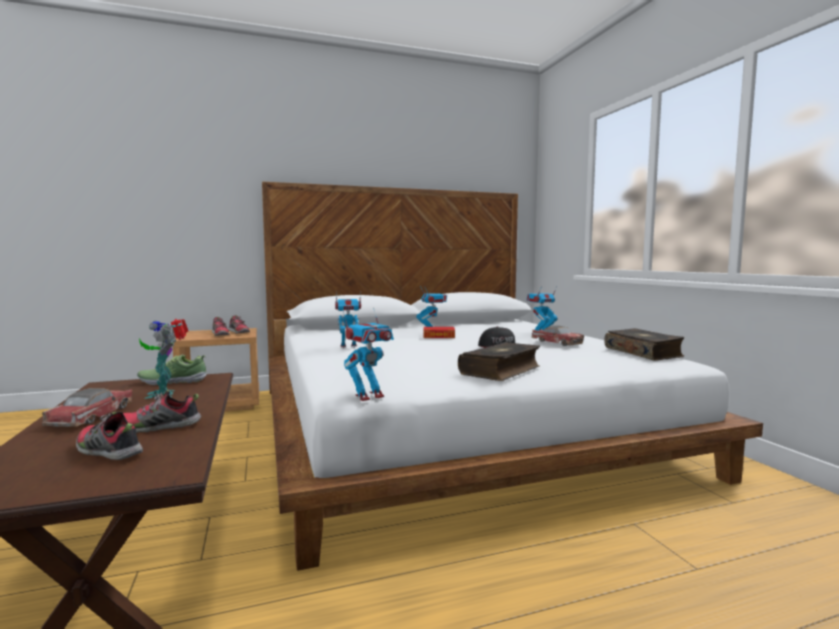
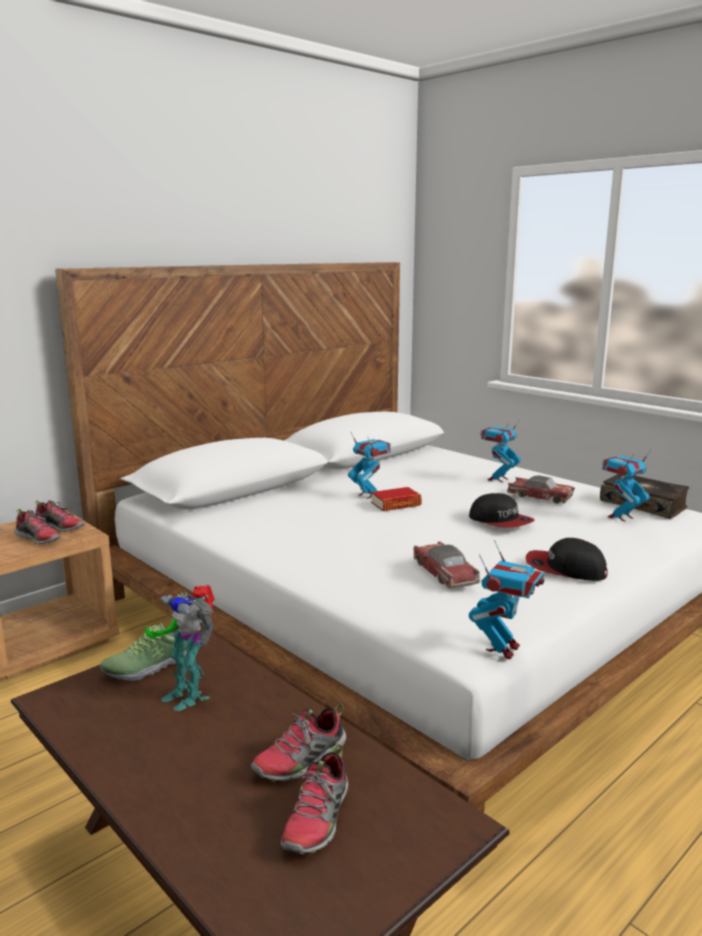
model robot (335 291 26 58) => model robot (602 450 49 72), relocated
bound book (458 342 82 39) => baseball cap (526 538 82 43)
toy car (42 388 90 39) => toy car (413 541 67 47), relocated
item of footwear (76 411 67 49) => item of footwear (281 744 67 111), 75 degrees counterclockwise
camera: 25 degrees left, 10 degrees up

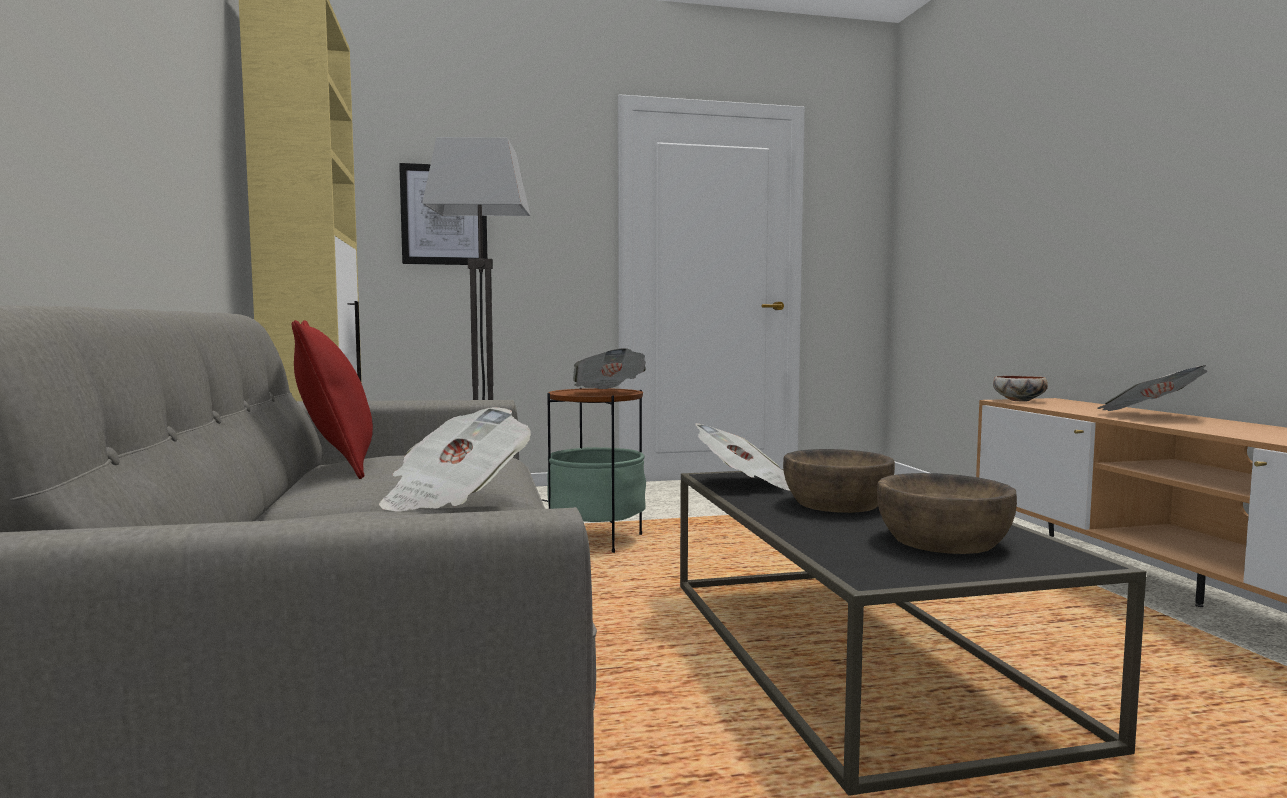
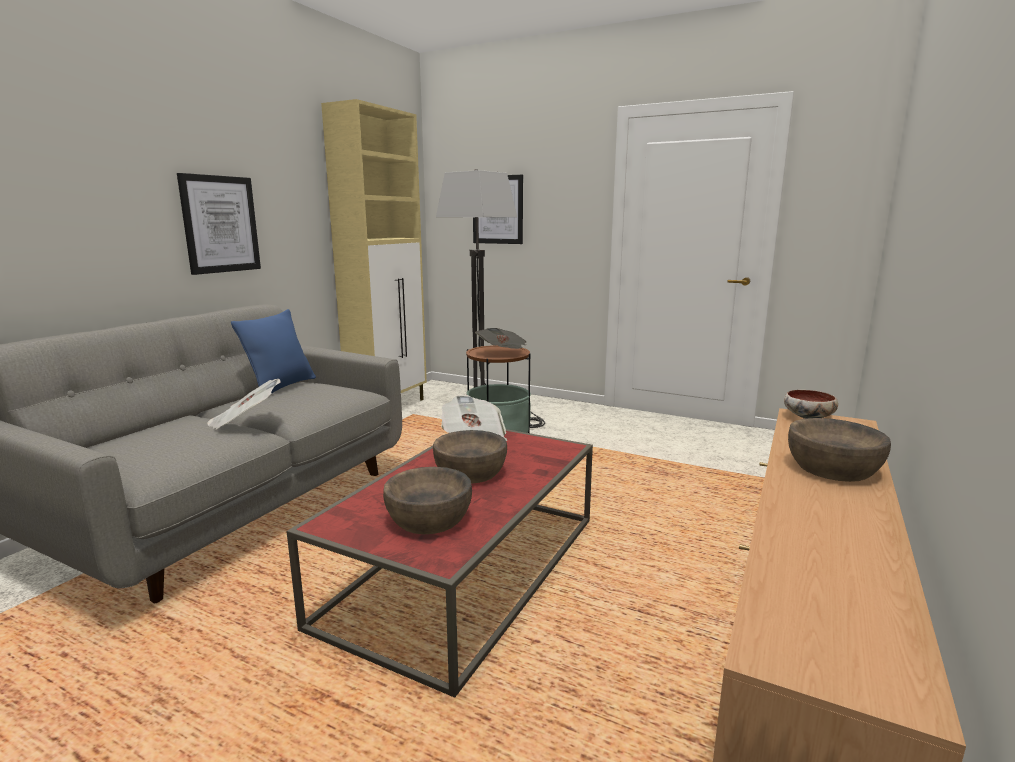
cushion/reddish (292 320 81 159) => cushion/bluish (231 309 85 85)
newspaper (1098 365 109 46) => bowl/brown-coloured (788 418 103 64)
coffee table/blackish (680 469 467 327) => coffee table/reddish (287 429 306 269)
nothing => wall art (177 173 84 102)
camera: 40 degrees right, 10 degrees up

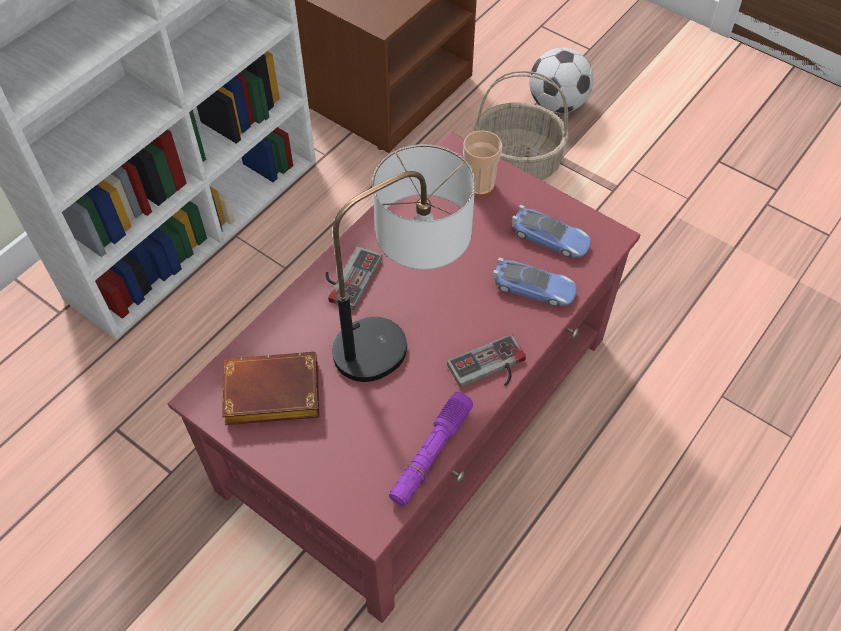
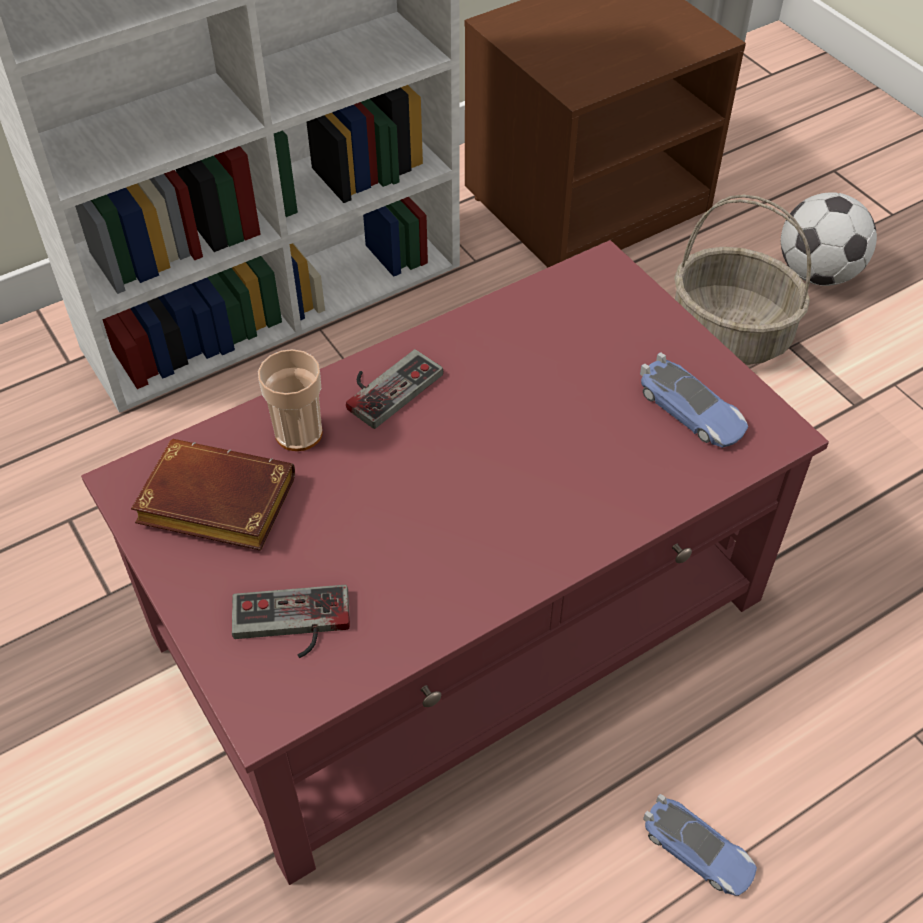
small cup (463 130 39 66) => small cup (258 349 65 102), relocated
table lamp (332 144 143 238) => nothing
toy car (493 258 83 48) => toy car (643 794 114 102), relocated
game controller (447 334 79 53) => game controller (232 585 118 73), relocated
flashlight/purple-coloured (389 392 84 114) => nothing
camera: 20 degrees right, 5 degrees down

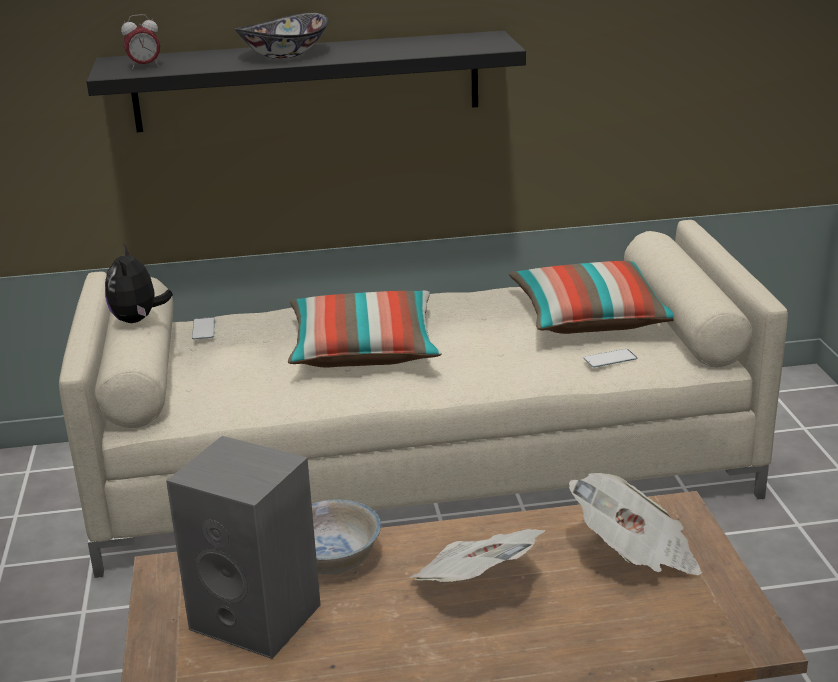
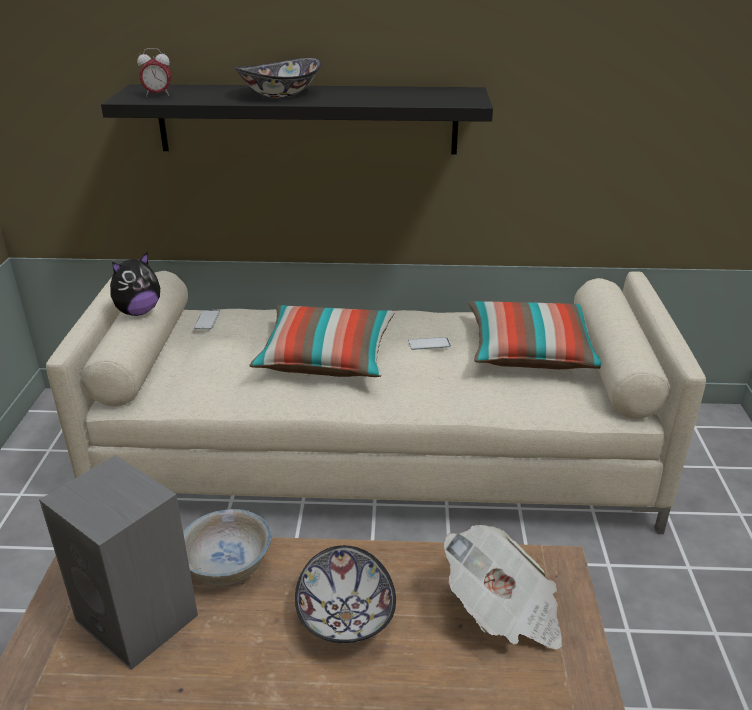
soft toy (105 245 68 78) => soft toy (110 252 50 64), 135 degrees counterclockwise
handset (583 349 54 18) => handset (408 337 43 13), relocated
newspaper (409 529 136 53) => bowl (295 545 101 99)
camera: 10 degrees right, 5 degrees up

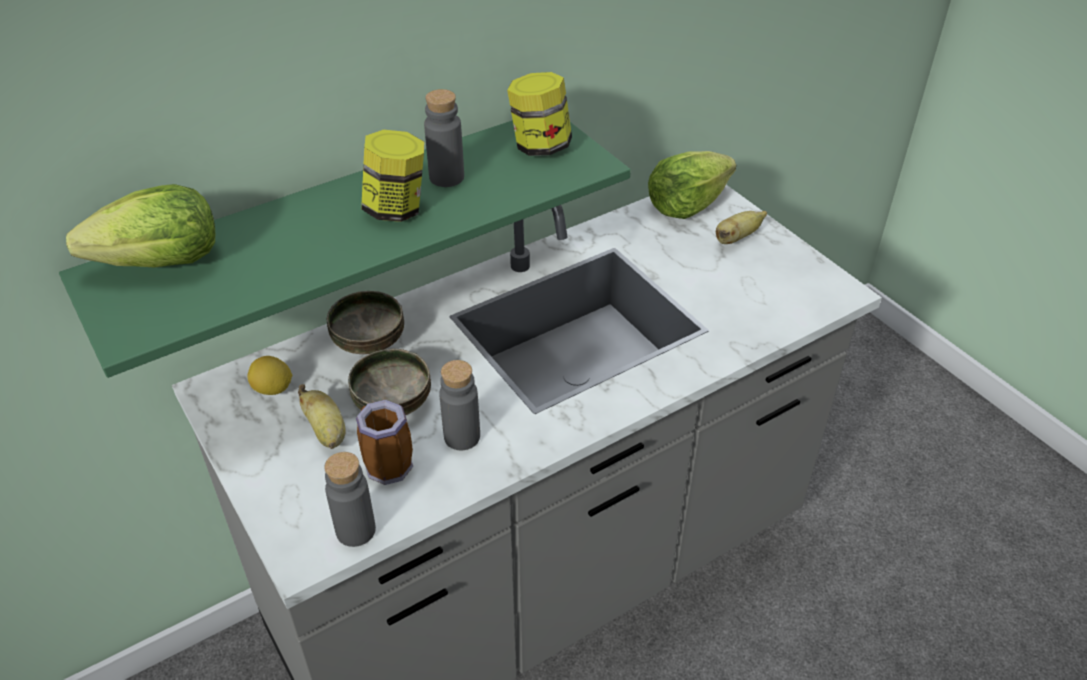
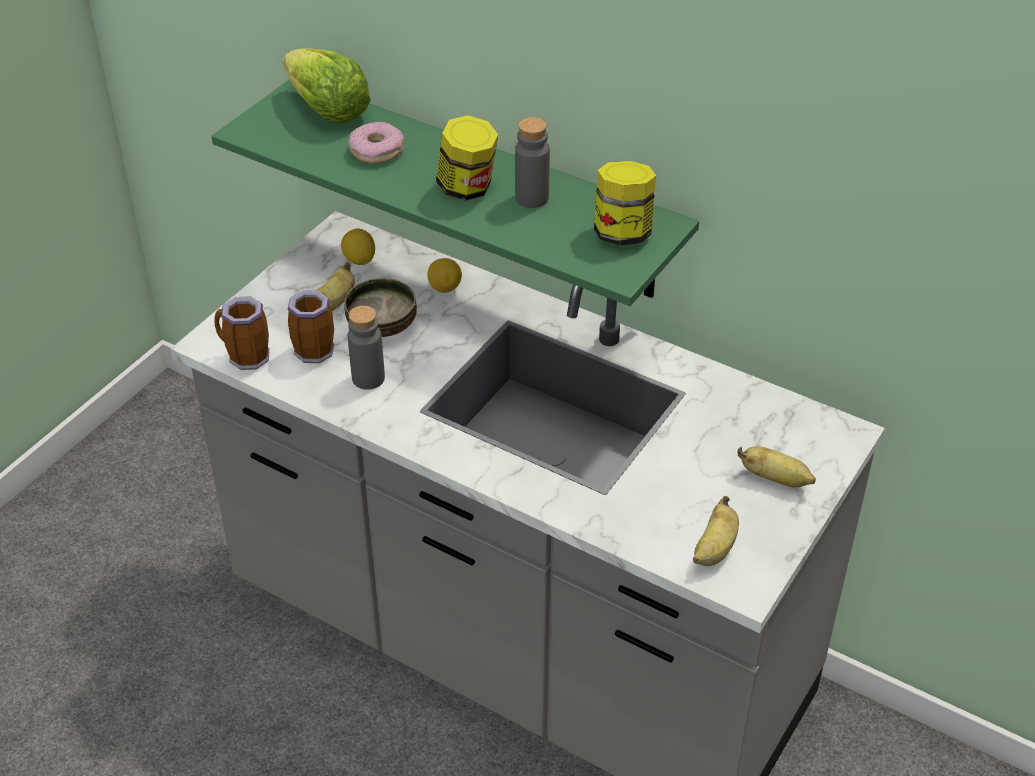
lettuce (648 151 88 68) => nothing
bowl (327 291 77 63) => whole lemon (427 258 35 35)
beverage bottle/greyish (324 452 52 95) => coffee mug (214 296 56 74)
nothing => ring doughnut (348 122 56 42)
nothing => banana fruit (693 496 46 70)
camera: 65 degrees right, 0 degrees up

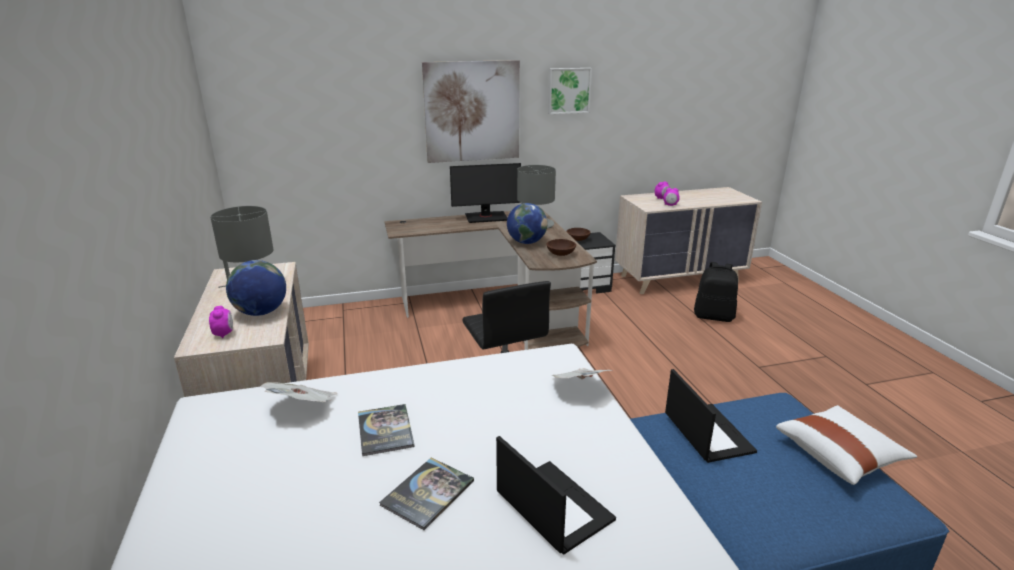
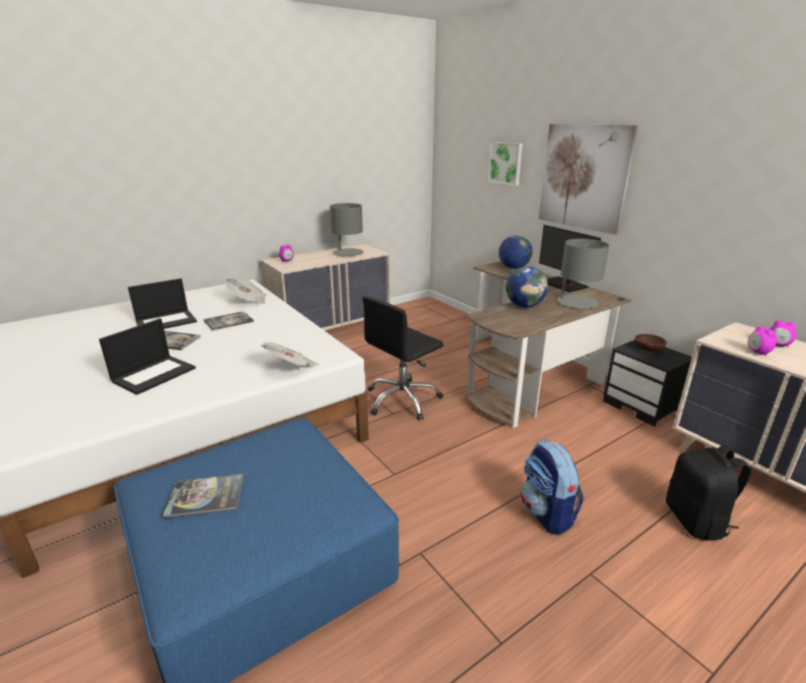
wall art (548 68 44 46) => wall art (488 142 35 44), relocated
bowl/brown-coloured (546 239 30 17) => nothing
globe (226 260 60 56) => globe (499 235 33 34), relocated
notebook computer (665 369 92 94) => notebook computer (128 278 69 51), relocated
cushion/whitish (776 405 141 80) => nothing
nothing => backpack (521 439 63 96)
nothing => bound book (163 474 81 44)
camera: 70 degrees right, 0 degrees up

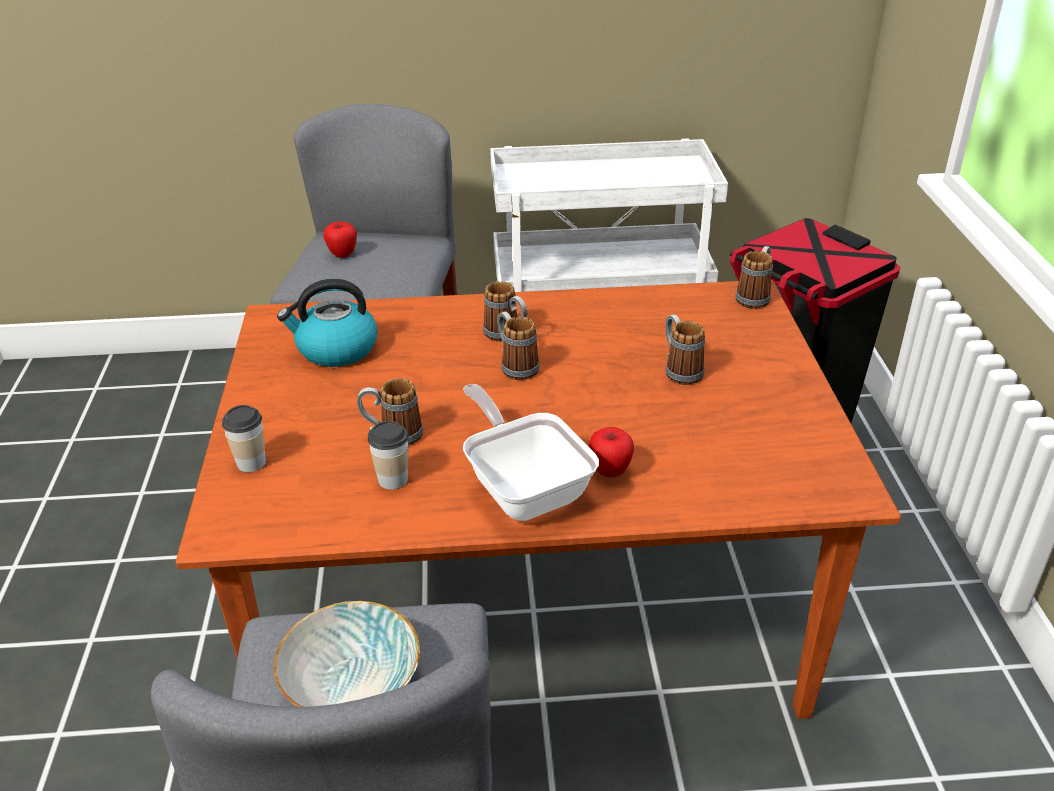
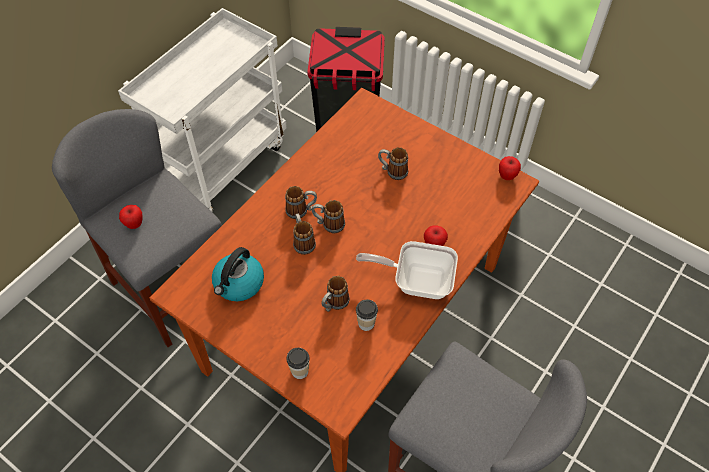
coffee mug (735 246 38 63) => coffee mug (293 213 23 42), relocated
bowl (273 601 147 106) => nothing
nothing => whole apple (499 156 22 24)
camera: 50 degrees left, 20 degrees up

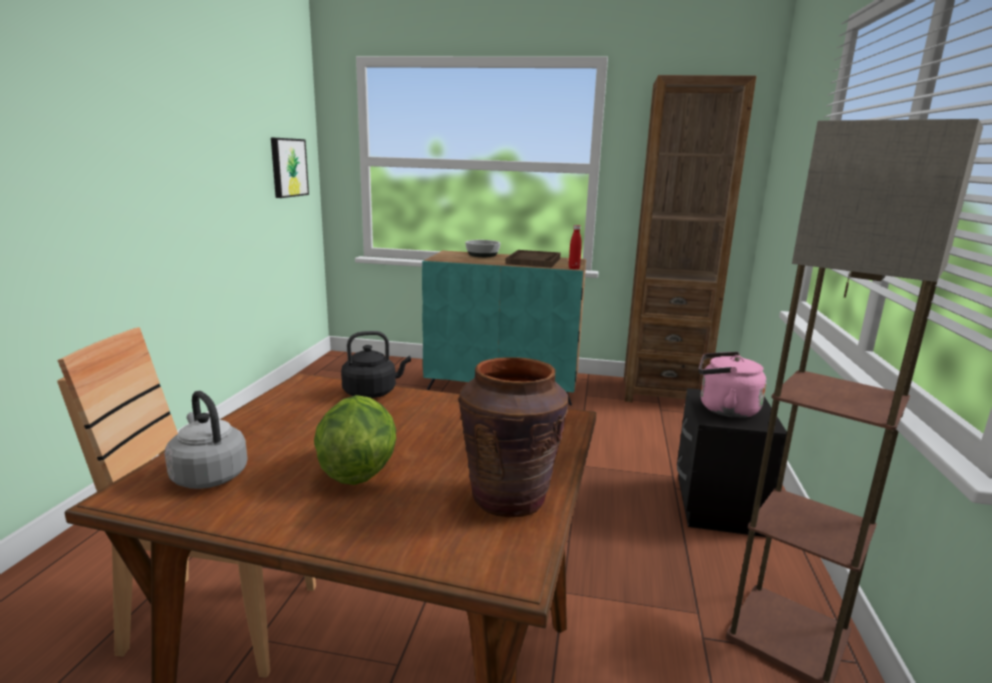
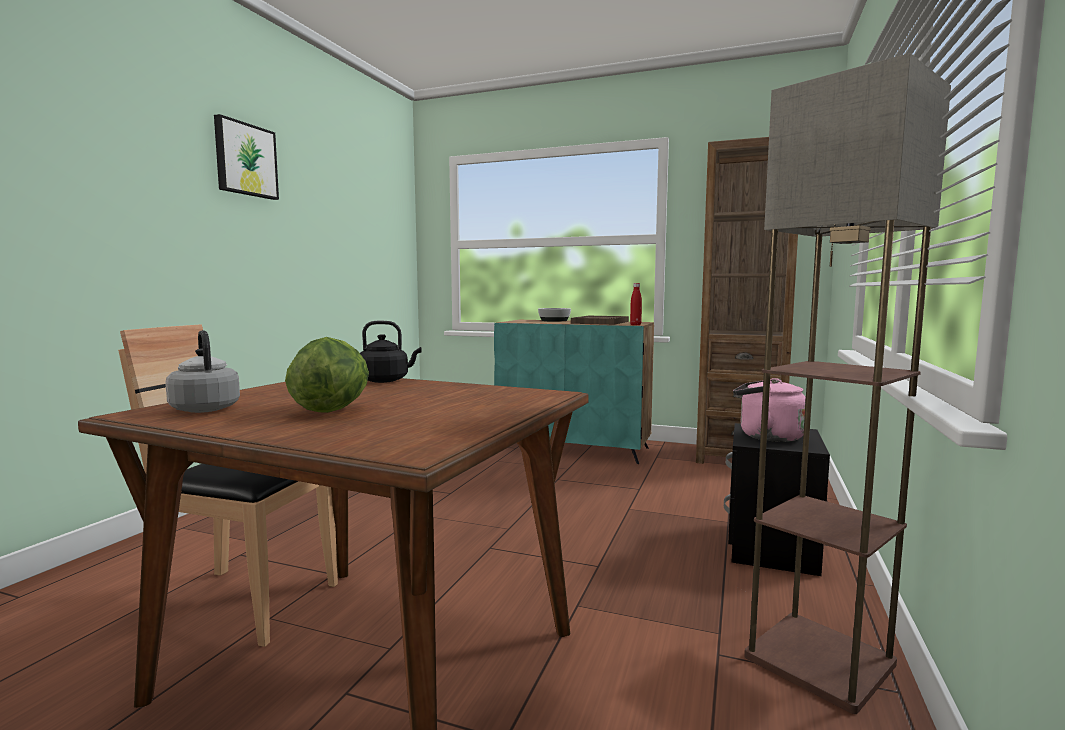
wall art (271 138 38 60) => wall art (214 114 65 86), relocated
vase/brown-coloured (458 357 111 160) => nothing
camera: 10 degrees right, 10 degrees down

